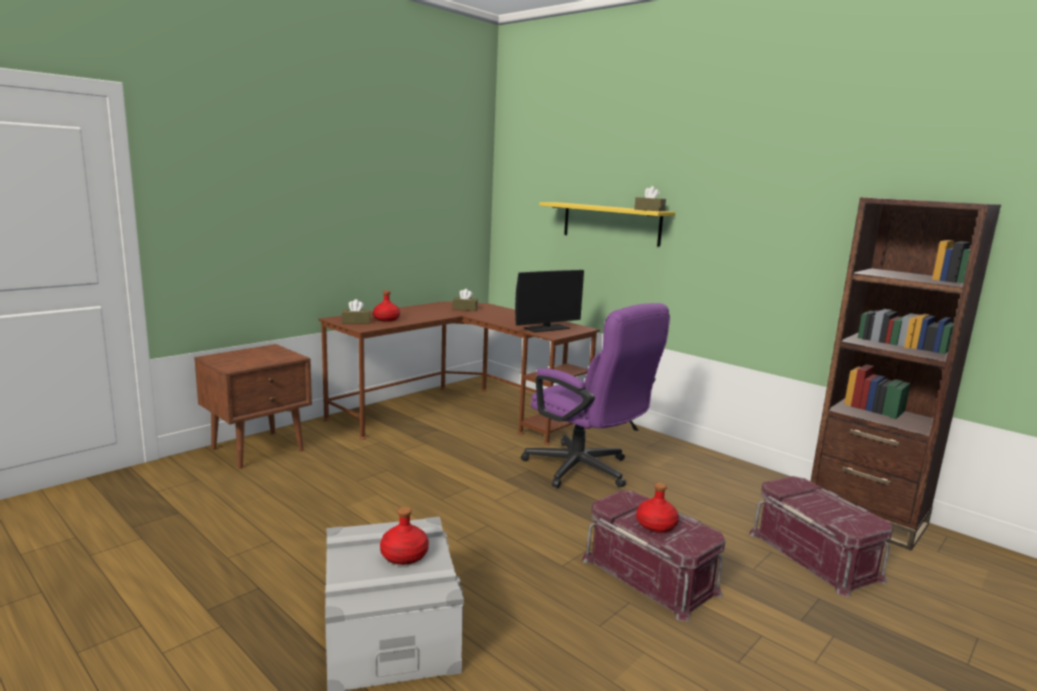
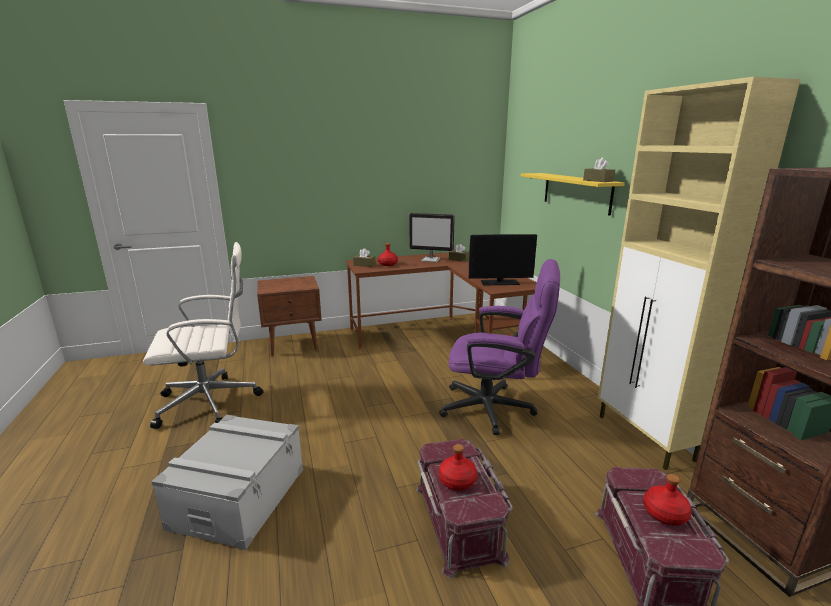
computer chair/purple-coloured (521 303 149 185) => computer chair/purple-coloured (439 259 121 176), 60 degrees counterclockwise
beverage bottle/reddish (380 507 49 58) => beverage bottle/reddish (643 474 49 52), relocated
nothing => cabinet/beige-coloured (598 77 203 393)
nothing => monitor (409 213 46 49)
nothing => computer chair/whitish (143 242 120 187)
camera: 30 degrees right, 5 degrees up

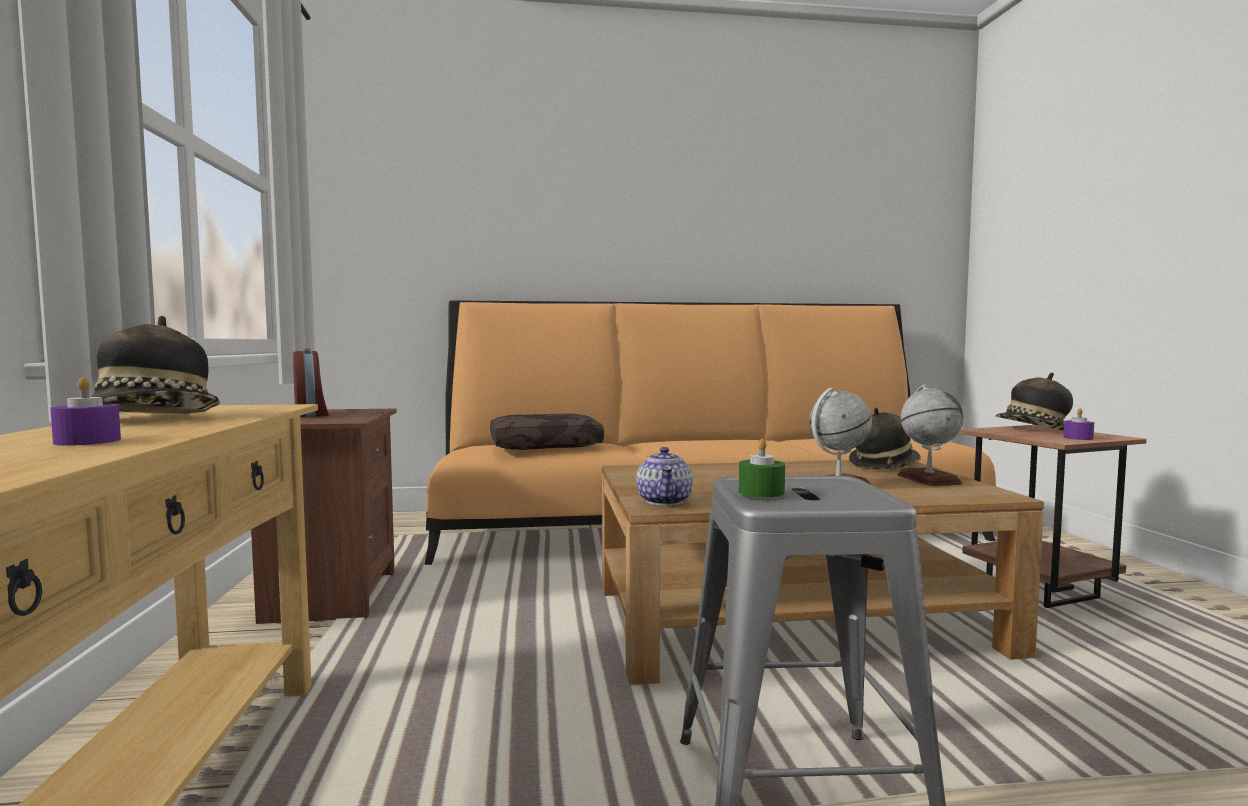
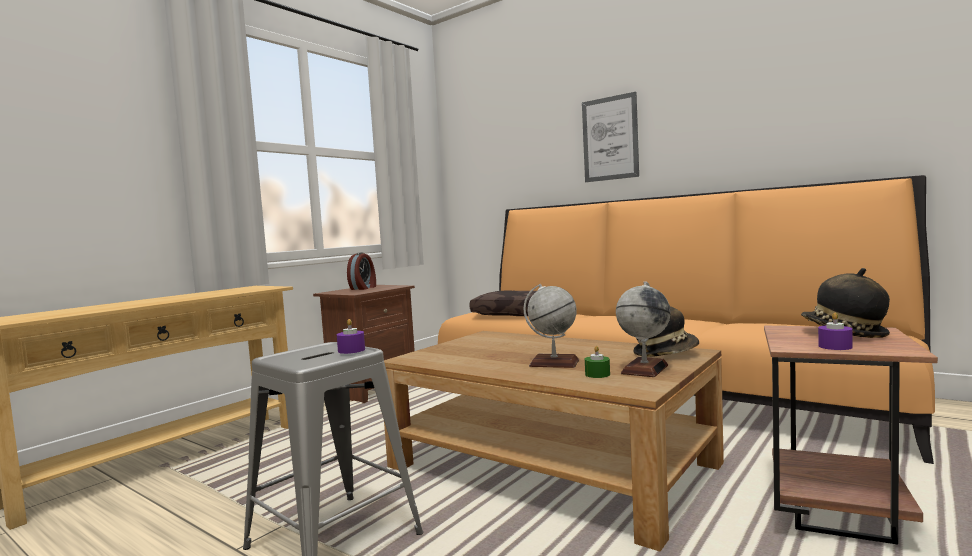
clothing hat (90 316 130 97) => nothing
wax candle/purple-coloured (50 377 71 69) => wax candle/purple-coloured (337 319 28 35), relocated
wax candle/greenish (739 439 46 59) => wax candle/greenish (585 346 25 32), relocated
teapot (636 447 57 59) => nothing
nothing => wall art (582 92 57 90)
camera: 45 degrees right, 0 degrees up

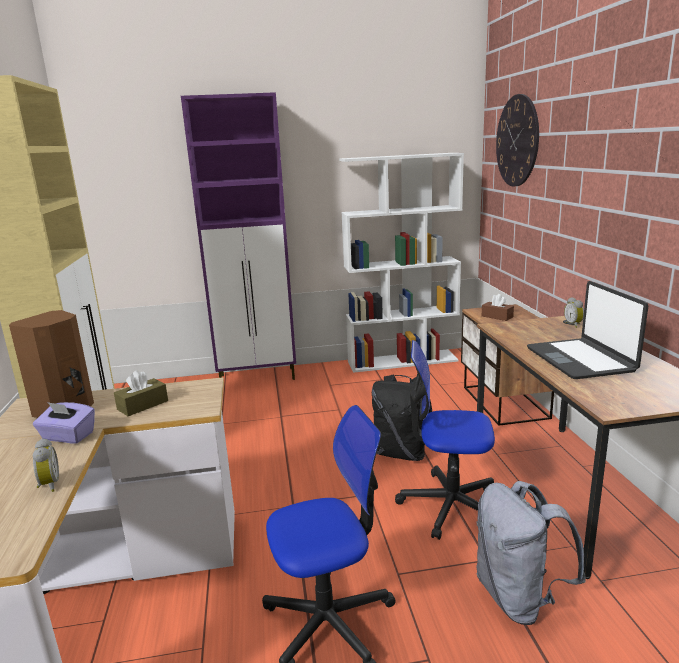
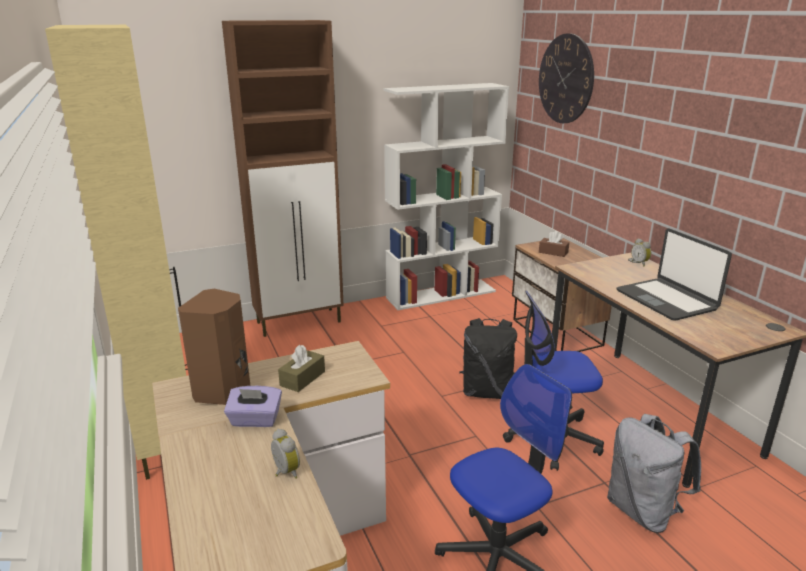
cabinet/purple-coloured (181 92 115 288) => cabinet/brown-coloured (222 20 122 317)
camera: 15 degrees left, 5 degrees up

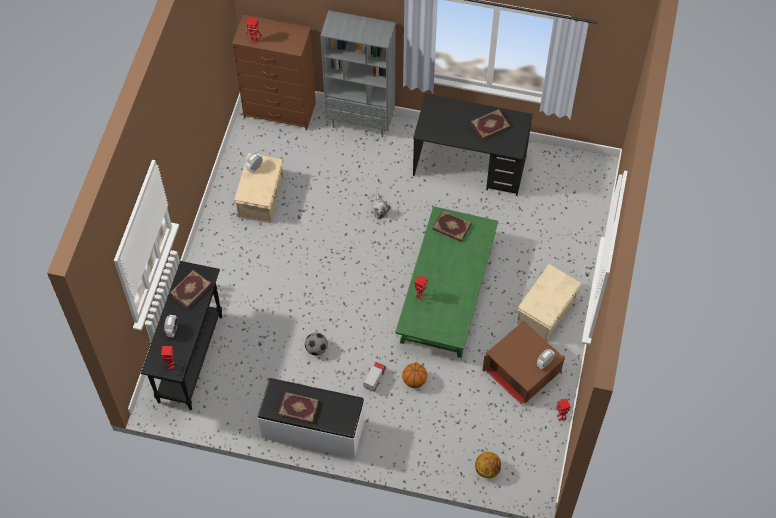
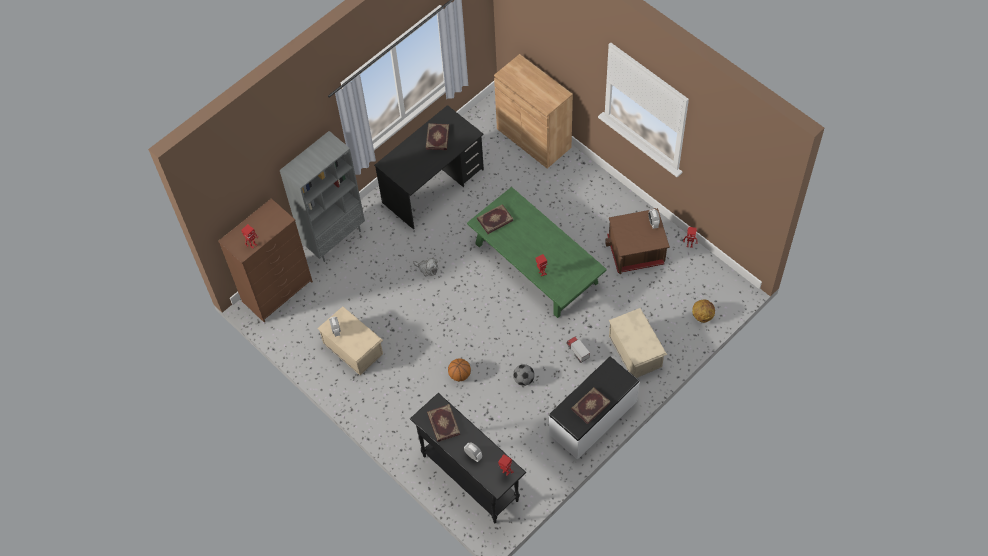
storage box/beige-coloured (517 264 65 77) => storage box/beige-coloured (609 308 58 70), relocated
ball for basketball (402 363 25 25) => ball for basketball (448 358 23 23), relocated
nothing => cabinet/brown-coloured (494 54 79 114)
camera: 55 degrees left, 0 degrees up

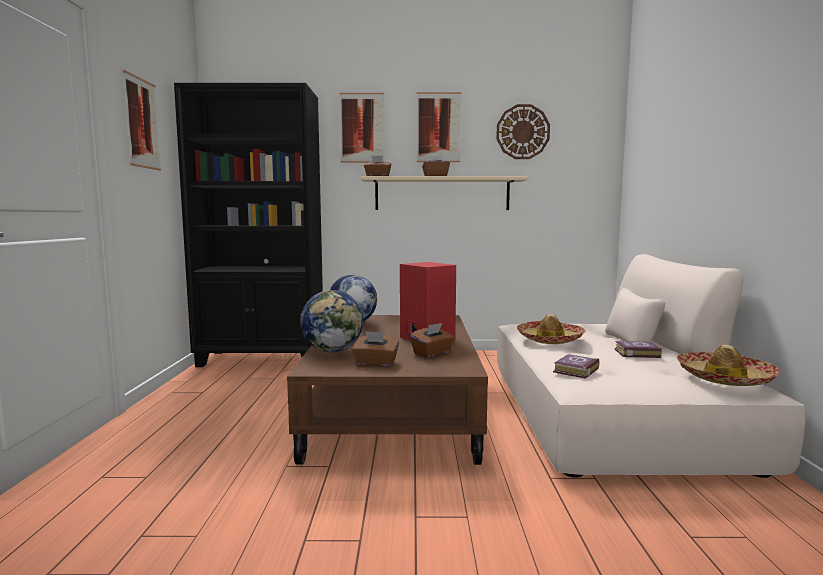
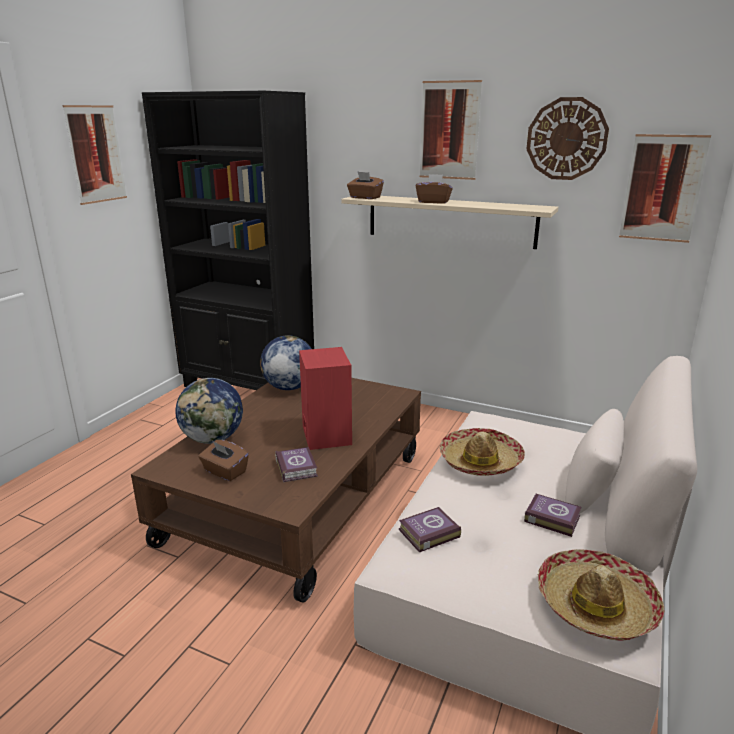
wall art (339 93 45 70) => wall art (619 134 92 109), relocated
tissue box/brown-coloured (410 323 45 35) => bound book (275 447 43 35)
camera: 25 degrees right, 15 degrees up

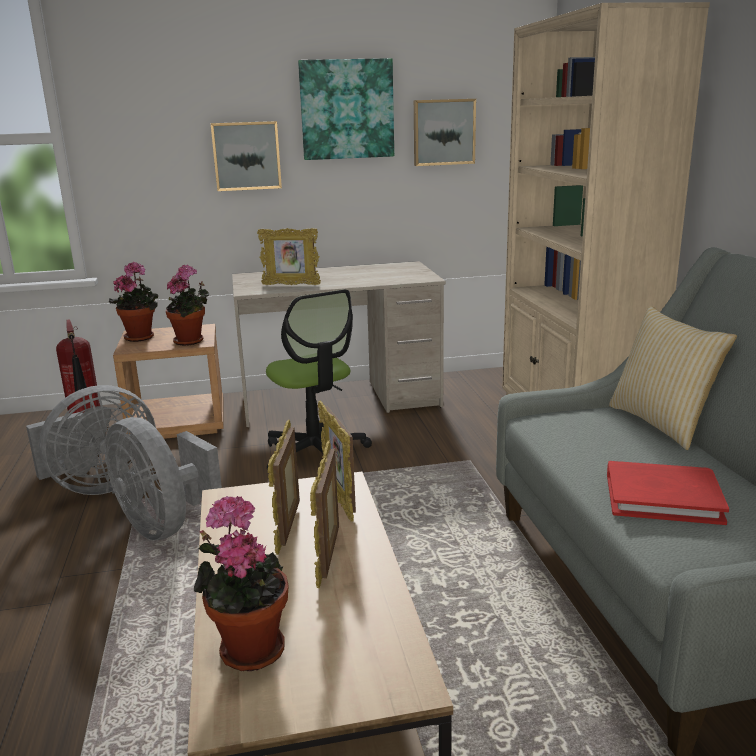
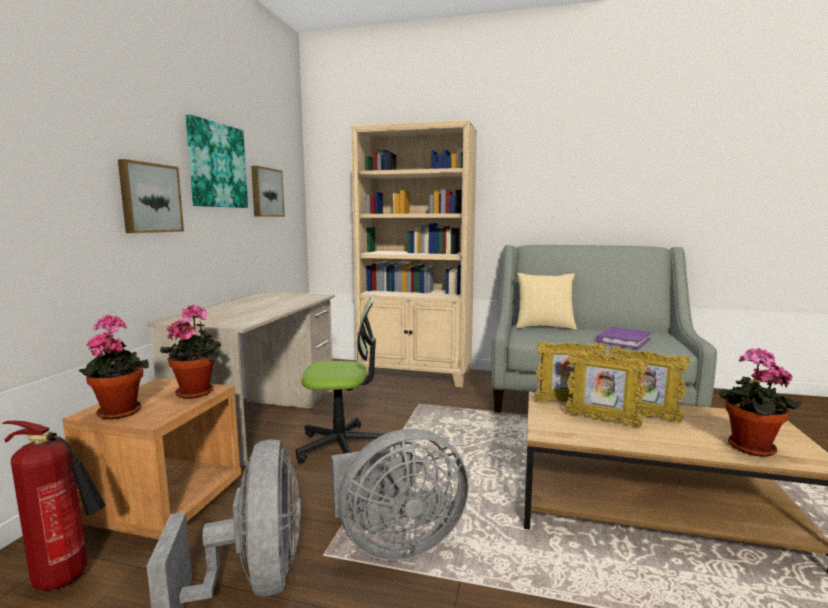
photo frame (257 228 64 57) => nothing
bound book/reddish (607 461 122 64) => bound book/purple-coloured (596 327 55 22)
camera: 65 degrees left, 10 degrees down

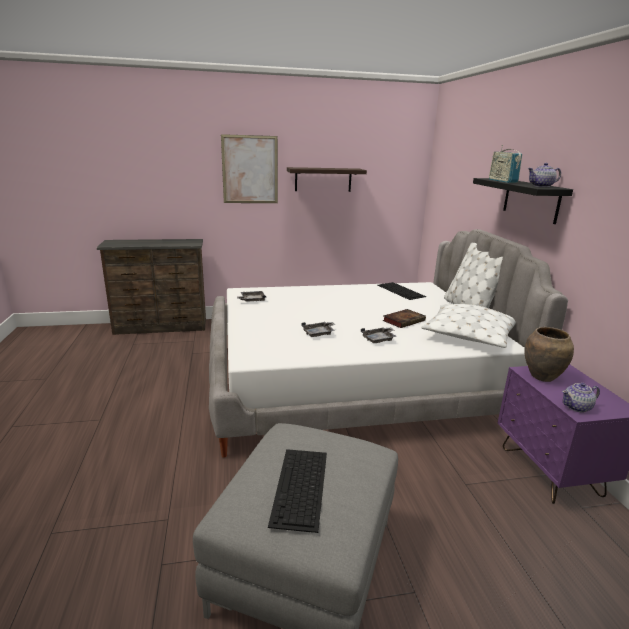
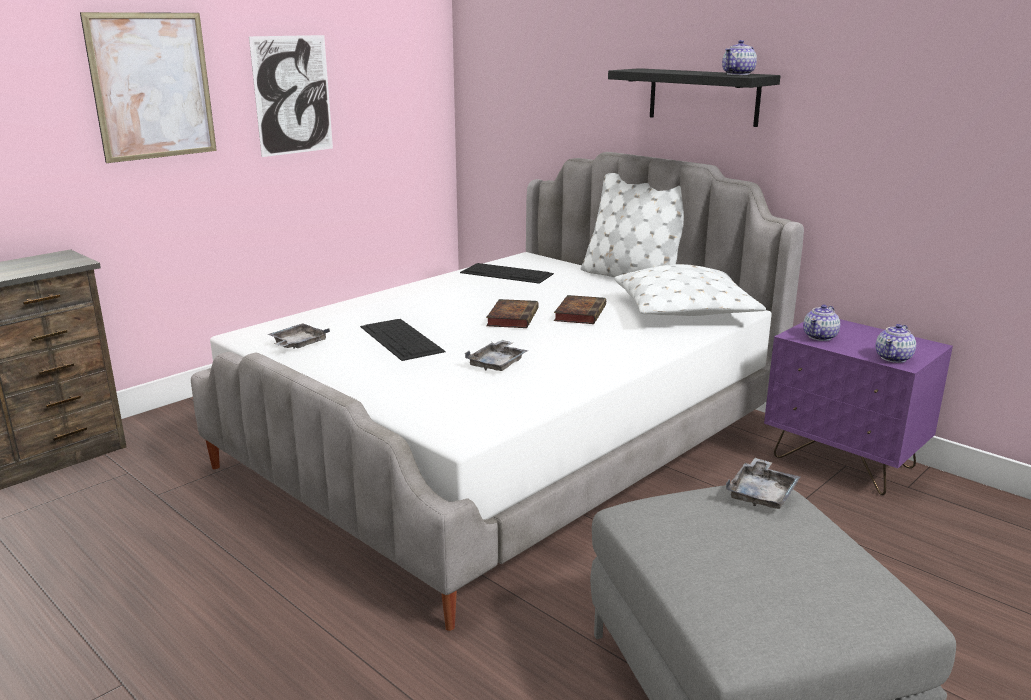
radio receiver (489 145 33 38) => nothing
bracket shelf (287 167 80 25) => wall art (249 35 84 122)
serving tray/greyish (361 327 36 16) => serving tray/greyish (726 458 74 51), relocated
vase/brown-coloured (525 327 49 55) => teapot (803 305 37 36)
keyboard (268 449 59 84) => keyboard (360 319 85 42), relocated
nothing => bound book (486 299 53 29)
camera: 35 degrees left, 0 degrees up

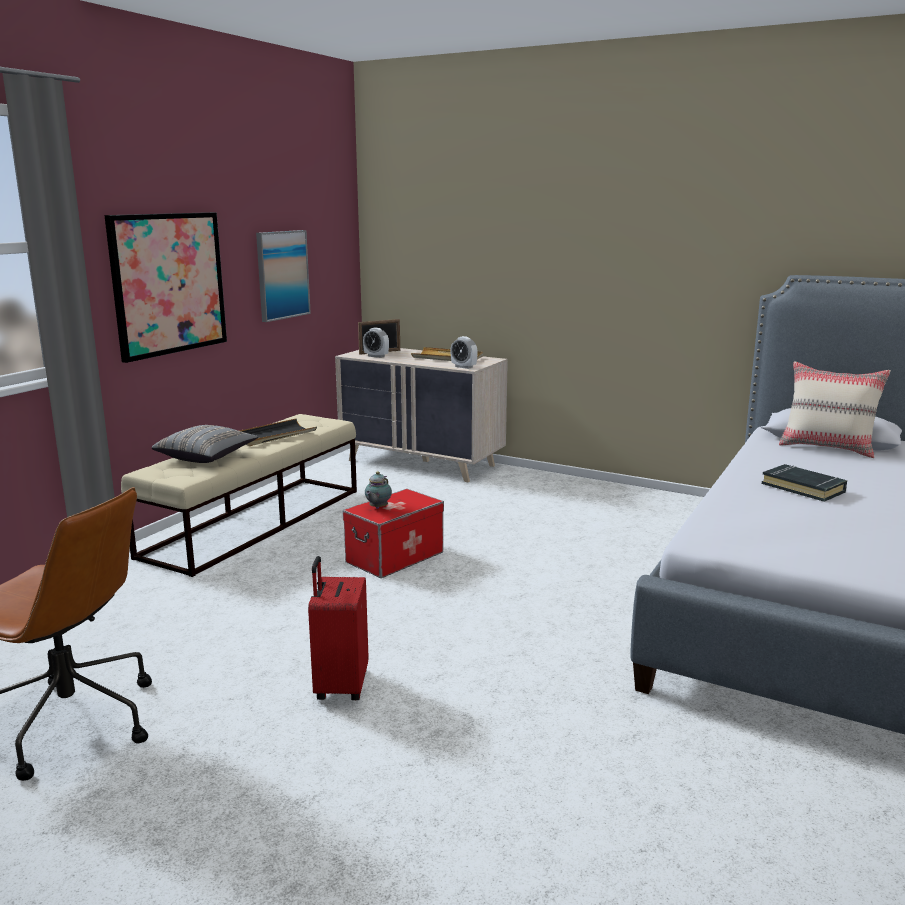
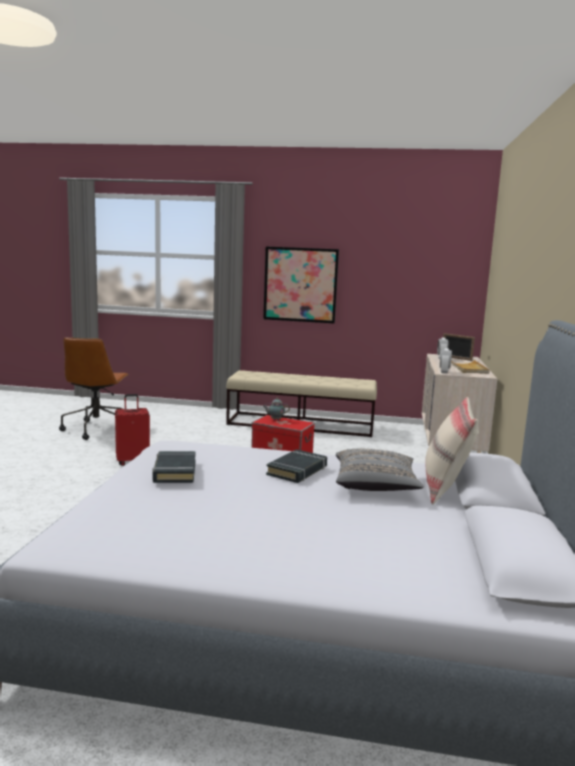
wall art (256 230 55 92) => nothing
serving tray/blackish (240 419 77 27) => nothing
cushion/greyish (152 425 106 38) => cushion/greyish (336 449 88 42), relocated
nothing => bound book/blackish (153 451 43 32)
camera: 70 degrees right, 5 degrees down

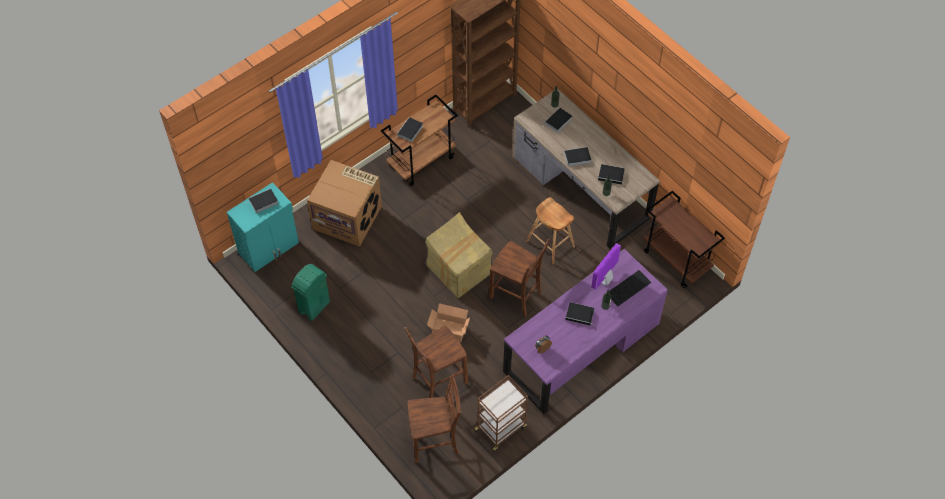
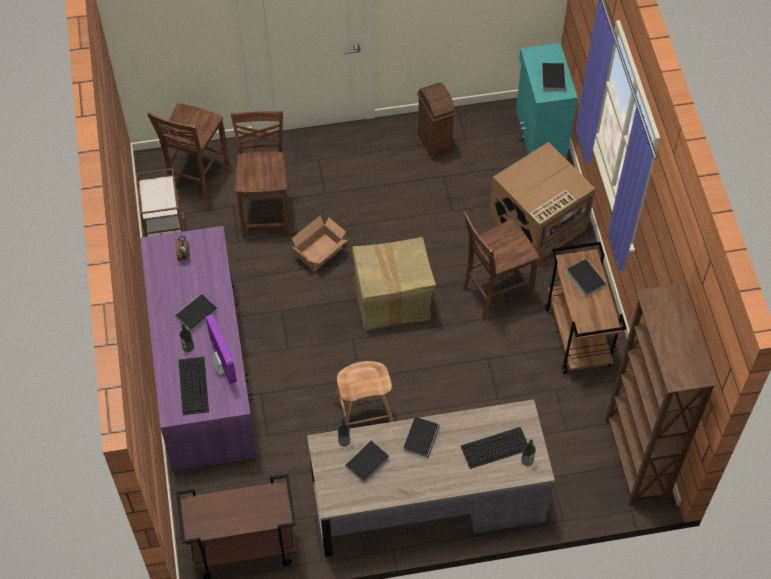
bound book (544 107 28 26) => keyboard (461 427 67 42)
chair/brown-coloured (489 239 61 77) => chair/brown-coloured (462 211 77 109), relocated
rubbish bin/greenish (291 264 39 57) => rubbish bin/brown-coloured (417 83 39 77)
camera: 120 degrees right, 0 degrees up

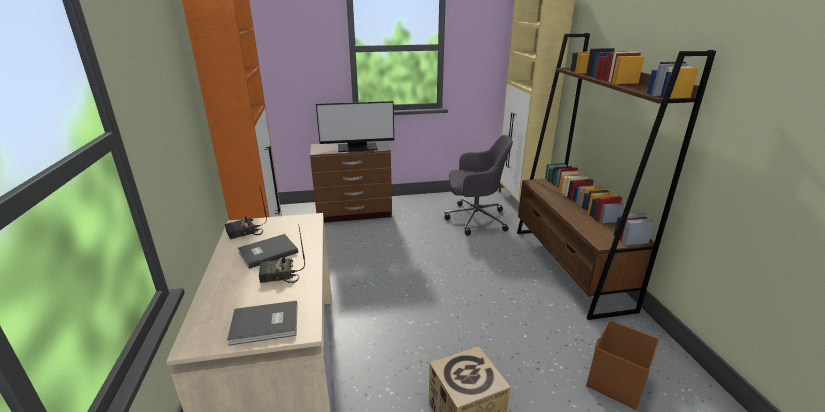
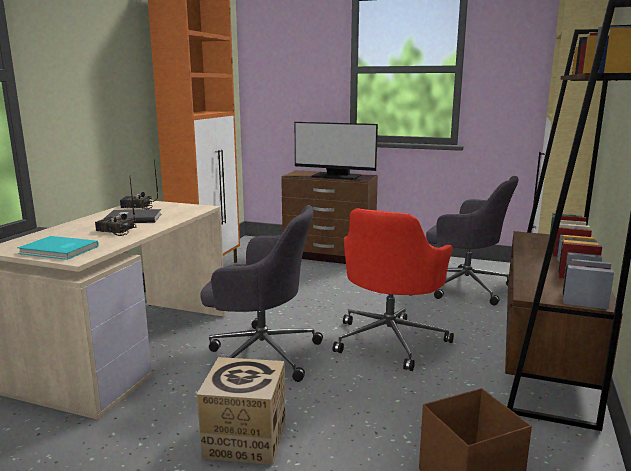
bound book/greyish (227 301 70 45) => bound book/turquoise (17 236 82 24)
nothing => computer chair/greyish (200 205 123 177)
nothing => computer chair/reddish (333 208 121 163)
camera: 30 degrees right, 10 degrees down

